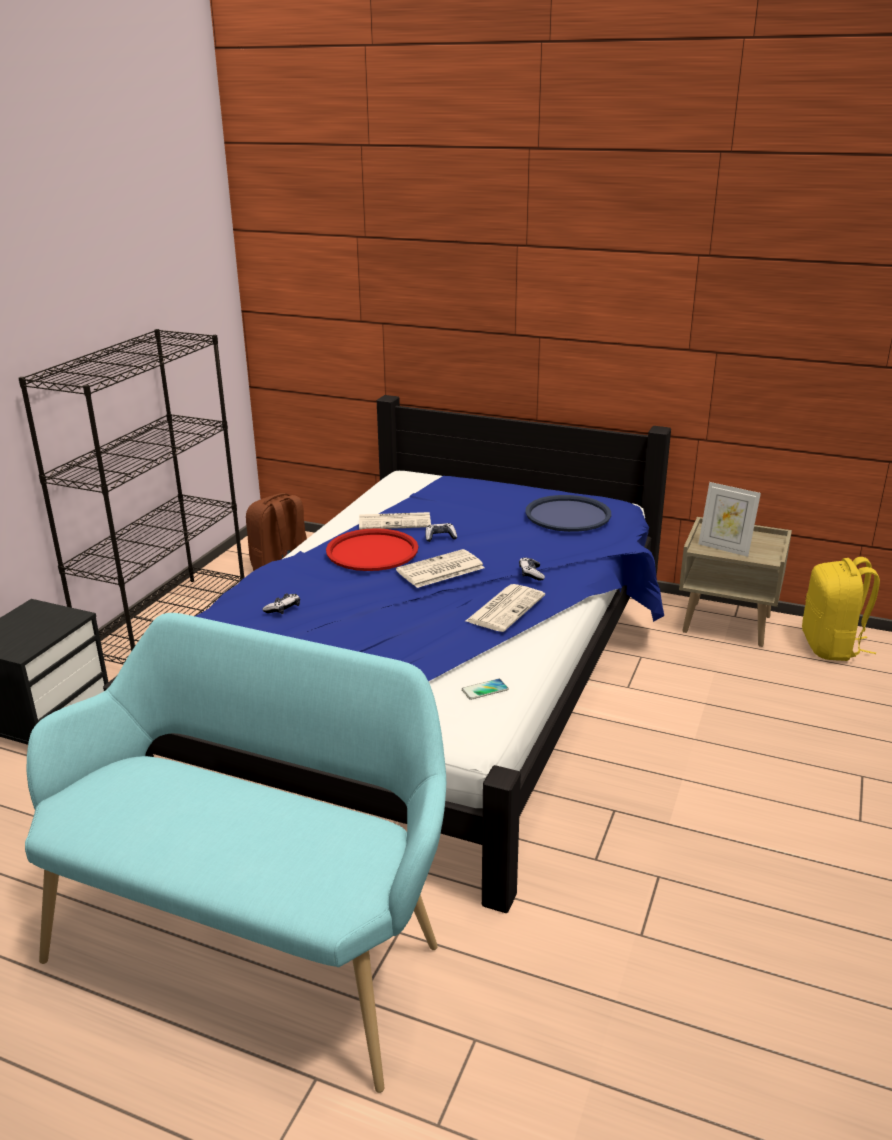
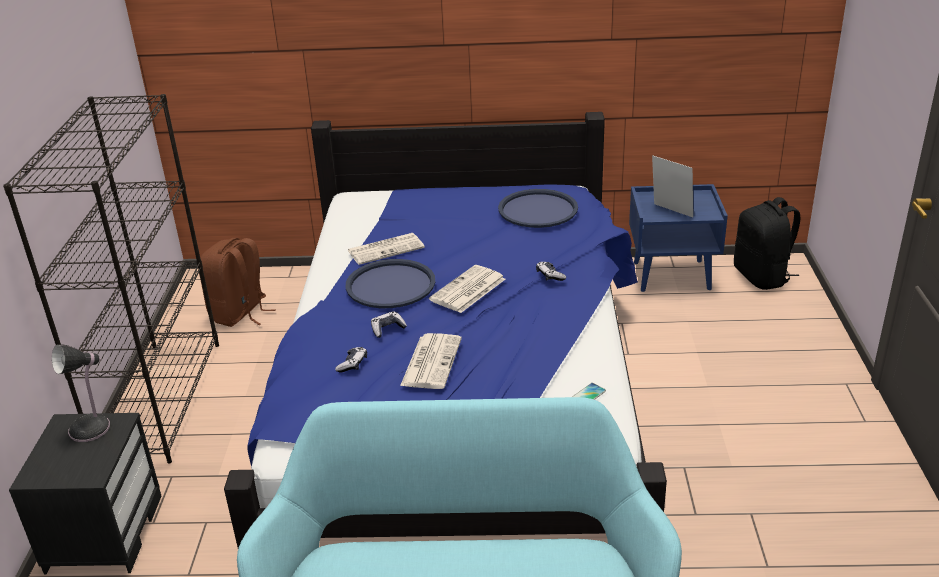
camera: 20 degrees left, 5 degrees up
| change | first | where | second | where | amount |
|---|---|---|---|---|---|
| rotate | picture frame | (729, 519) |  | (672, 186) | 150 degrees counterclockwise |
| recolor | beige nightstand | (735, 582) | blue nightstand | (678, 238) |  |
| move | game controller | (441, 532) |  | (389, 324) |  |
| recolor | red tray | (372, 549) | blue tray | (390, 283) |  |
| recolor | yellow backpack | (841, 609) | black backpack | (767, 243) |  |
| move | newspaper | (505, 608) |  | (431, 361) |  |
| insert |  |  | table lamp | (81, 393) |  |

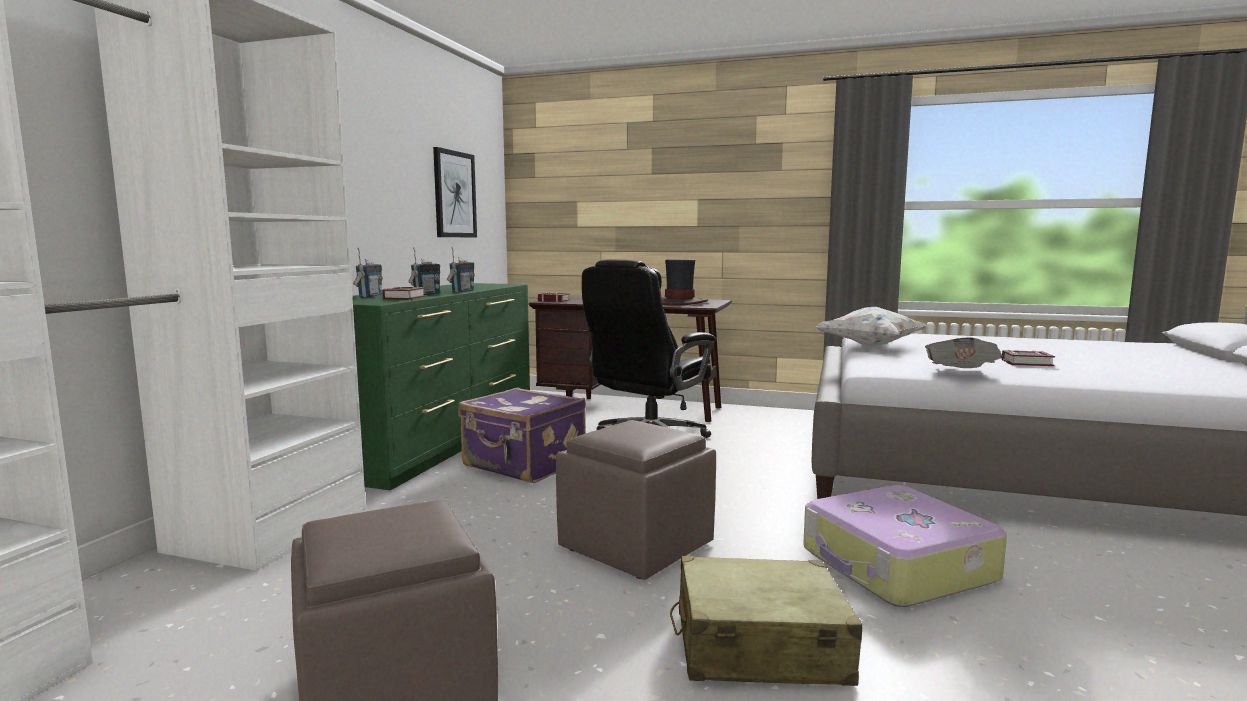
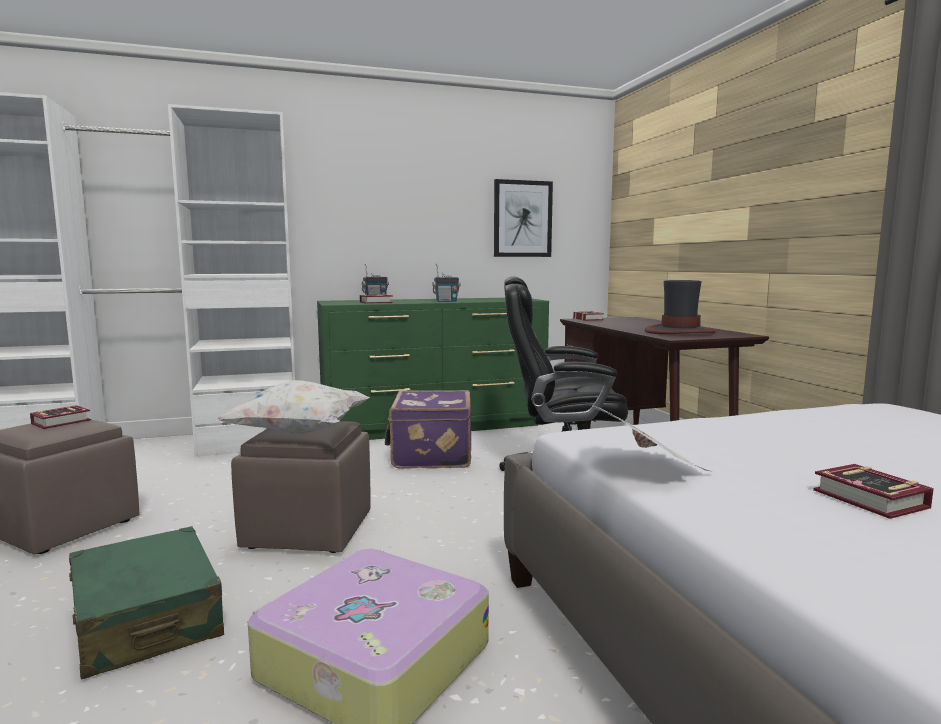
camera: 55 degrees right, 0 degrees up
| change | first | where | second | where | amount |
|---|---|---|---|---|---|
| delete | radio | (424, 271) |  |  |  |
| move | white pillow | (871, 326) |  | (293, 407) |  |
| recolor | beige suitcase | (766, 621) | green suitcase | (146, 603) |  |
| insert |  |  | book | (60, 417) |  |

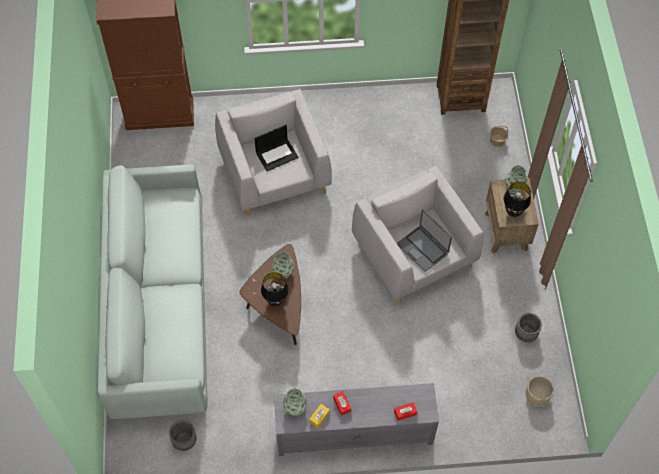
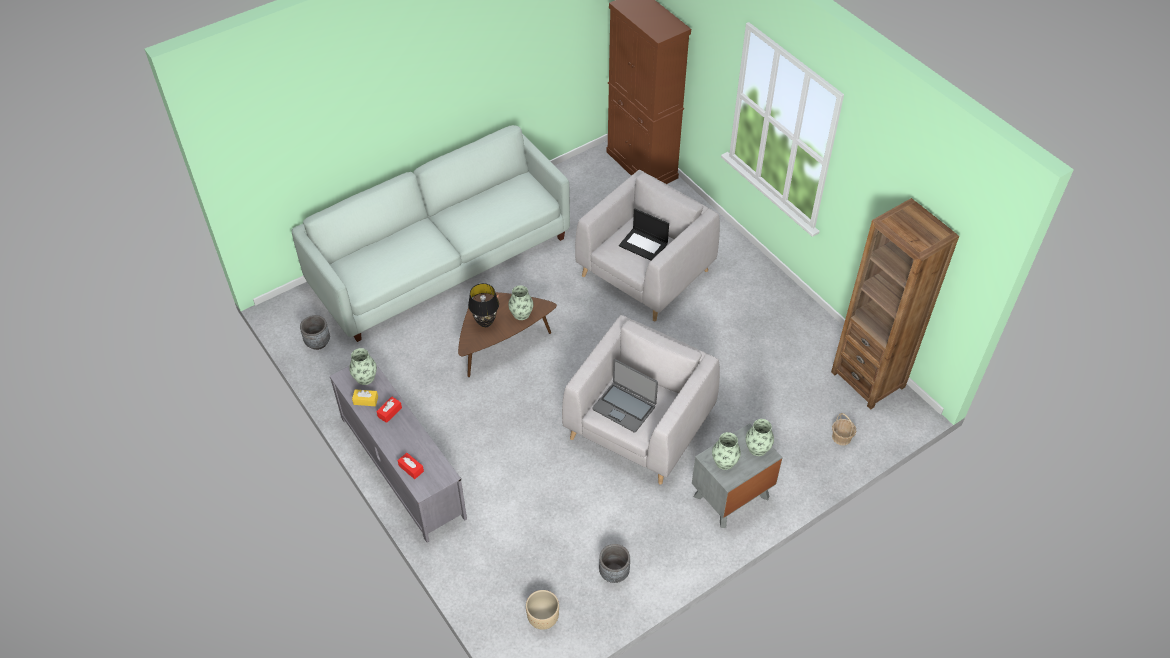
camera: 60 degrees right, 10 degrees down
| change | first | where | second | where | amount |
|---|---|---|---|---|---|
| recolor | brown nightstand | (511, 216) | grey nightstand | (737, 475) |  |
| replace | black table lamp | (517, 199) | vase | (726, 451) |  |
| rotate | laptop | (424, 240) |  | (625, 396) | 75 degrees counterclockwise |

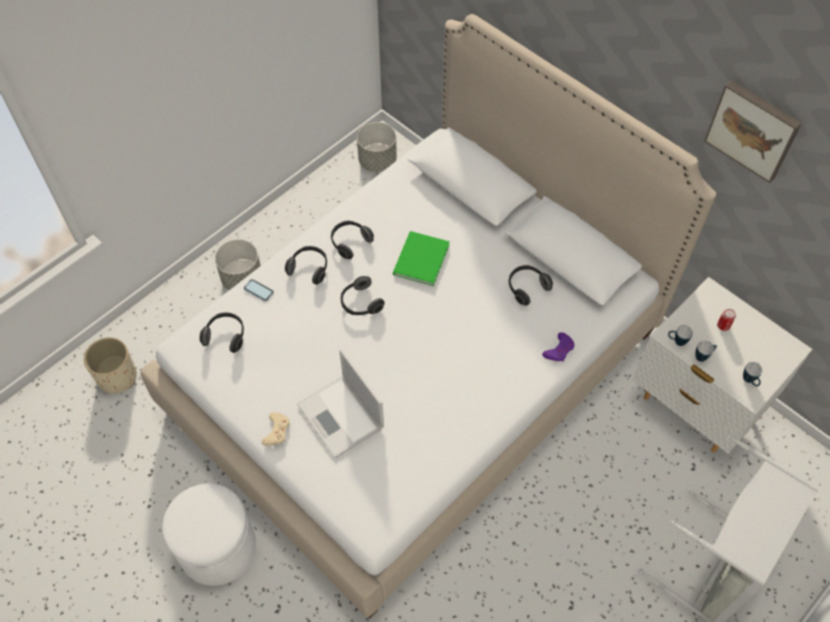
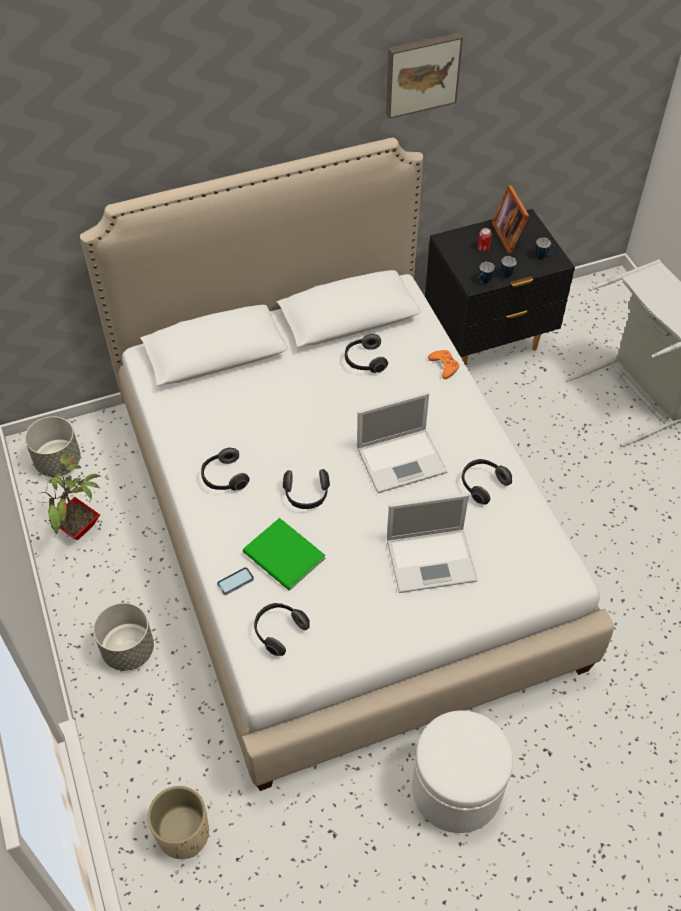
camera: 65 degrees left, 5 degrees down
| change | first | where | second | where | amount |
|---|---|---|---|---|---|
| move | green book | (421, 258) |  | (284, 554) |  |
| move | headphones | (306, 265) |  | (487, 482) |  |
| recolor | white nightstand | (722, 365) | black nightstand | (500, 287) |  |
| recolor | purple game controller | (558, 347) | orange game controller | (443, 364) |  |
| delete | beige game controller | (276, 429) |  |  |  |
| insert |  |  | picture frame | (510, 219) |  |
| insert |  |  | laptop | (402, 442) |  |
| insert |  |  | potted plant | (69, 496) |  |

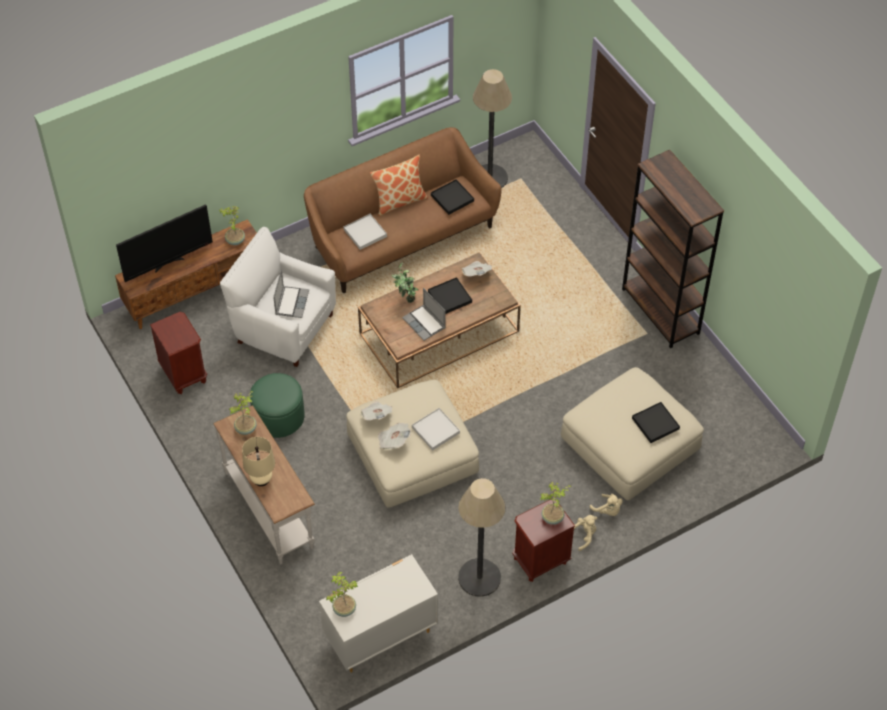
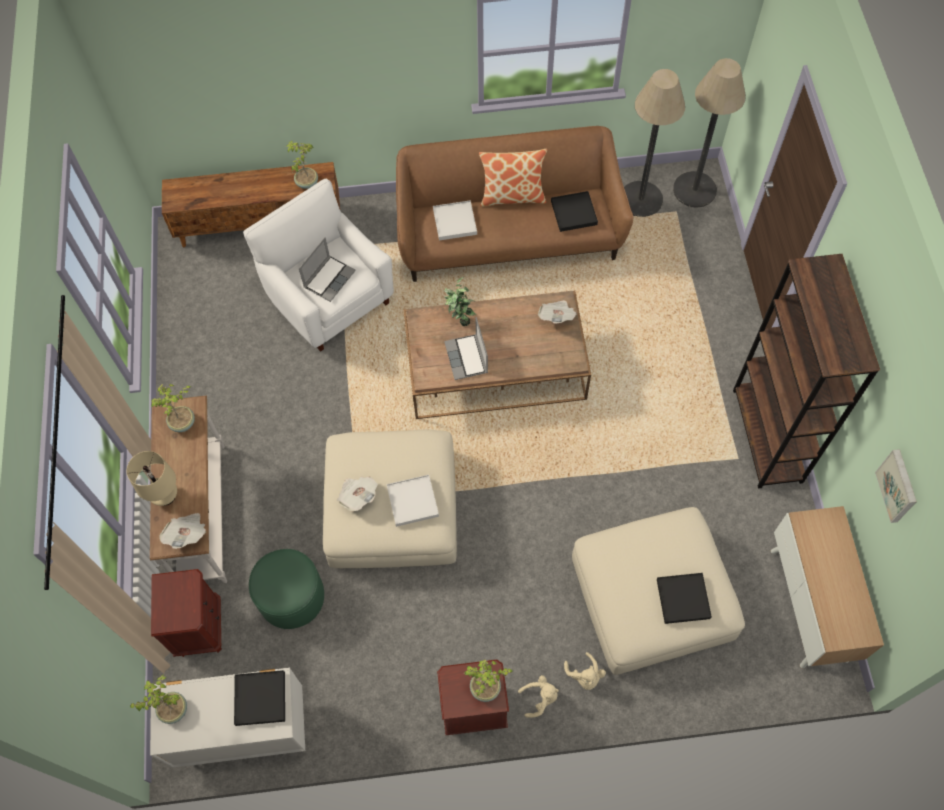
camera: 25 degrees right, 10 degrees up
| change | first | where | second | where | amount |
|---|---|---|---|---|---|
| delete | television | (164, 243) |  |  |  |
| move | black tray | (450, 295) |  | (259, 698) |  |
| move | brown nightstand | (178, 353) |  | (186, 613) |  |
| move | green ottoman | (277, 405) |  | (286, 589) |  |
| move | newspaper | (376, 411) |  | (182, 531) |  |
| move | floor lamp | (482, 537) |  | (709, 133) |  |
| insert |  |  | picture | (896, 486) |  |
| insert |  |  | cabinet | (827, 587) |  |

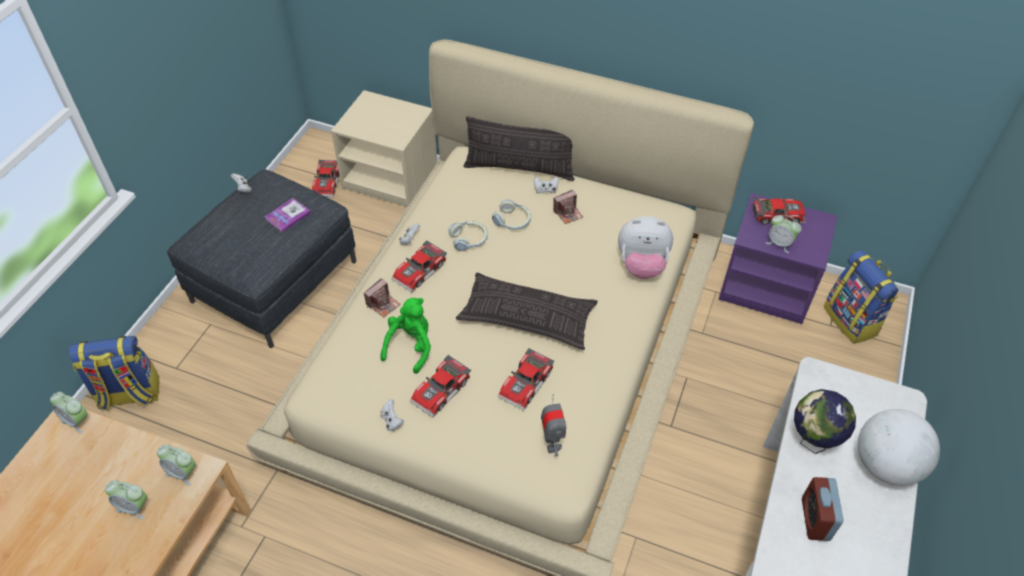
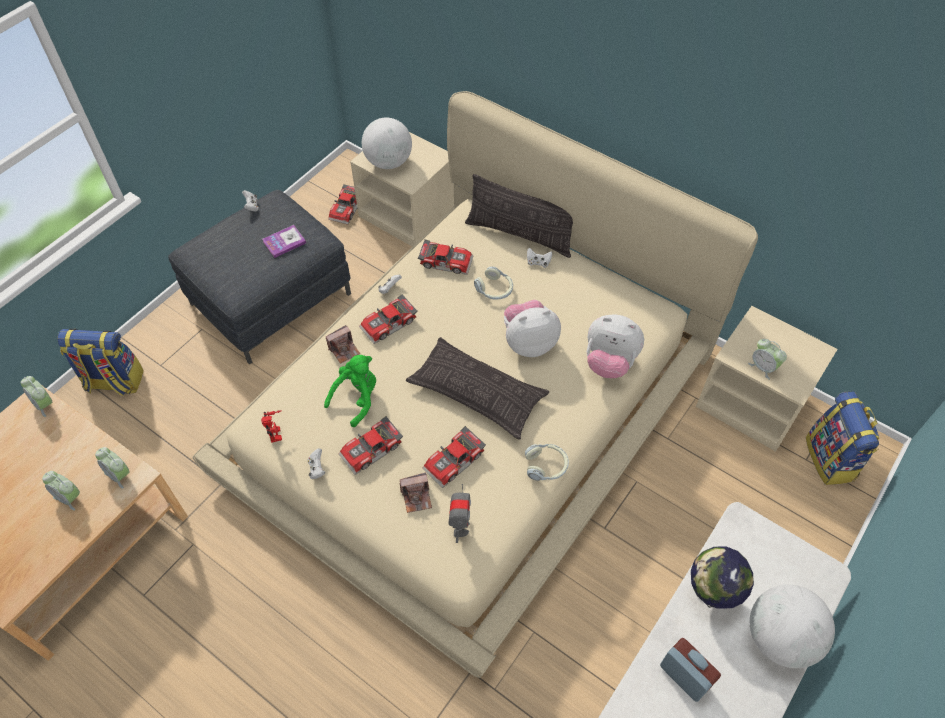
camera: 15 degrees right, 5 degrees up
| change | first | where | second | where | amount |
|---|---|---|---|---|---|
| move | photo camera | (568, 207) |  | (416, 493) |  |
| recolor | purple nightstand | (778, 258) | beige nightstand | (767, 379) |  |
| move | toy car | (779, 211) |  | (446, 257) |  |
| move | headphones | (468, 236) |  | (547, 462) |  |
| rotate | alarm clock | (822, 509) |  | (690, 670) | 120 degrees clockwise |
| insert |  |  | globe | (387, 143) |  |
| insert |  |  | plush toy | (532, 328) |  |
| insert |  |  | toy robot | (271, 426) |  |

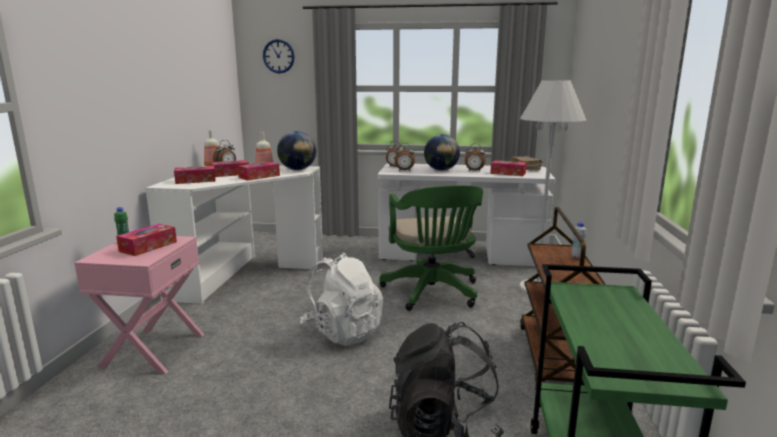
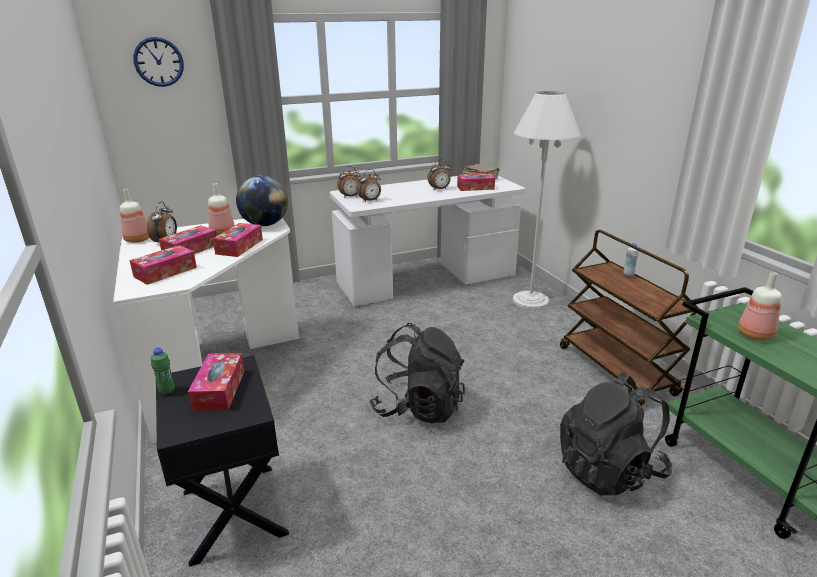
camera: 30 degrees left, 10 degrees up
| change | first | where | second | where | amount |
|---|---|---|---|---|---|
| delete | globe | (442, 152) |  |  |  |
| delete | green office chair | (431, 248) |  |  |  |
| recolor | pink nightstand | (139, 305) | black nightstand | (222, 461) |  |
| recolor | white backpack | (341, 299) | black backpack | (417, 373) |  |
| insert |  |  | bottle | (760, 306) |  |

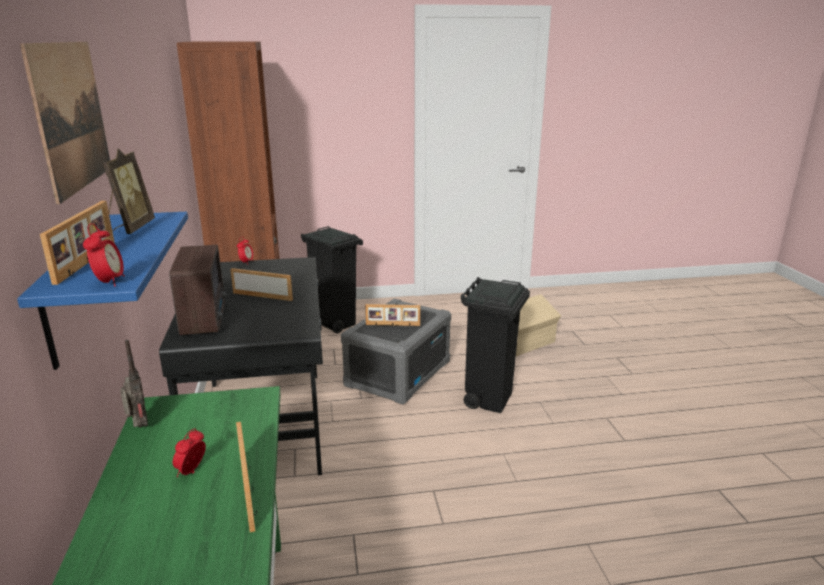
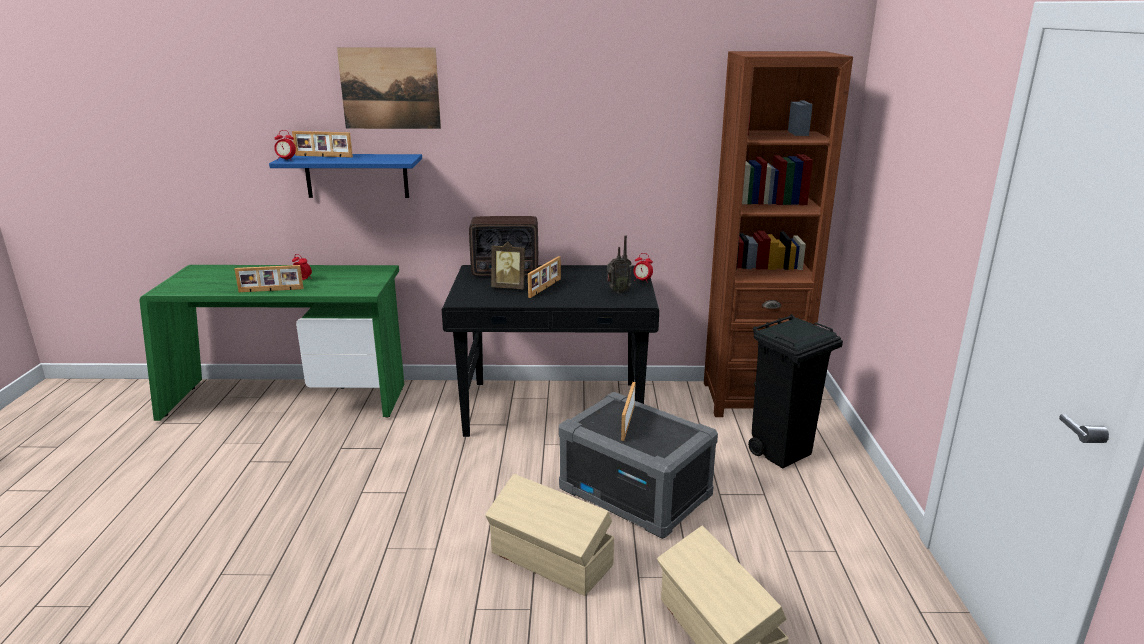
camera: 100 degrees right, 0 degrees up
| change | first | where | second | where | amount |
|---|---|---|---|---|---|
| move | picture frame | (129, 191) |  | (508, 265) |  |
| replace | black trash can | (495, 345) | beige storage box | (549, 535) |  |
| move | radio | (134, 384) |  | (619, 264) |  |

